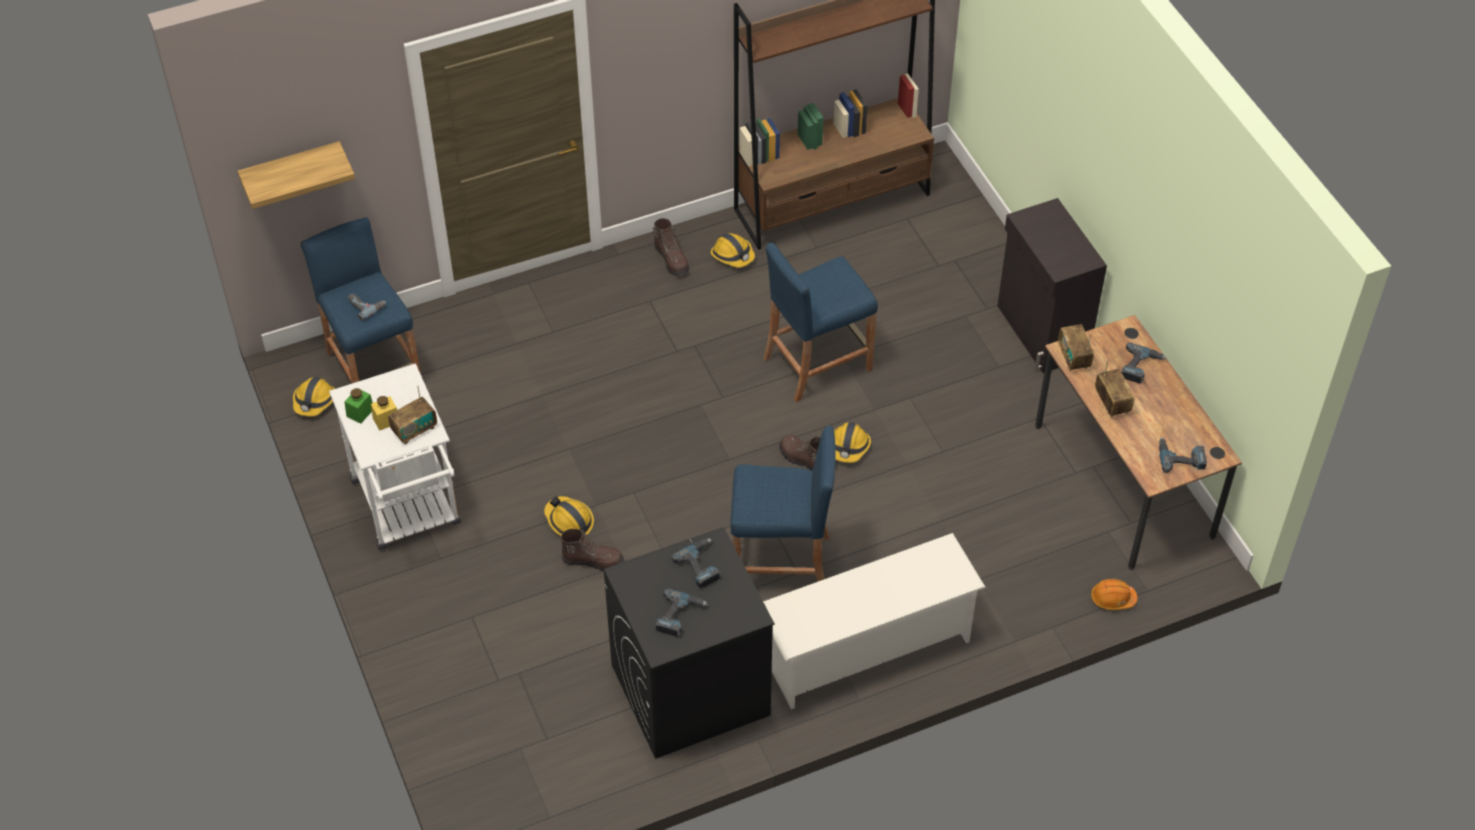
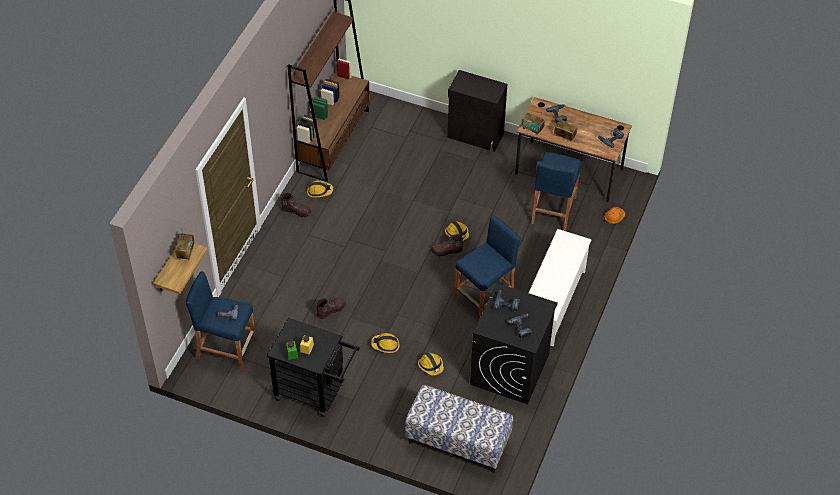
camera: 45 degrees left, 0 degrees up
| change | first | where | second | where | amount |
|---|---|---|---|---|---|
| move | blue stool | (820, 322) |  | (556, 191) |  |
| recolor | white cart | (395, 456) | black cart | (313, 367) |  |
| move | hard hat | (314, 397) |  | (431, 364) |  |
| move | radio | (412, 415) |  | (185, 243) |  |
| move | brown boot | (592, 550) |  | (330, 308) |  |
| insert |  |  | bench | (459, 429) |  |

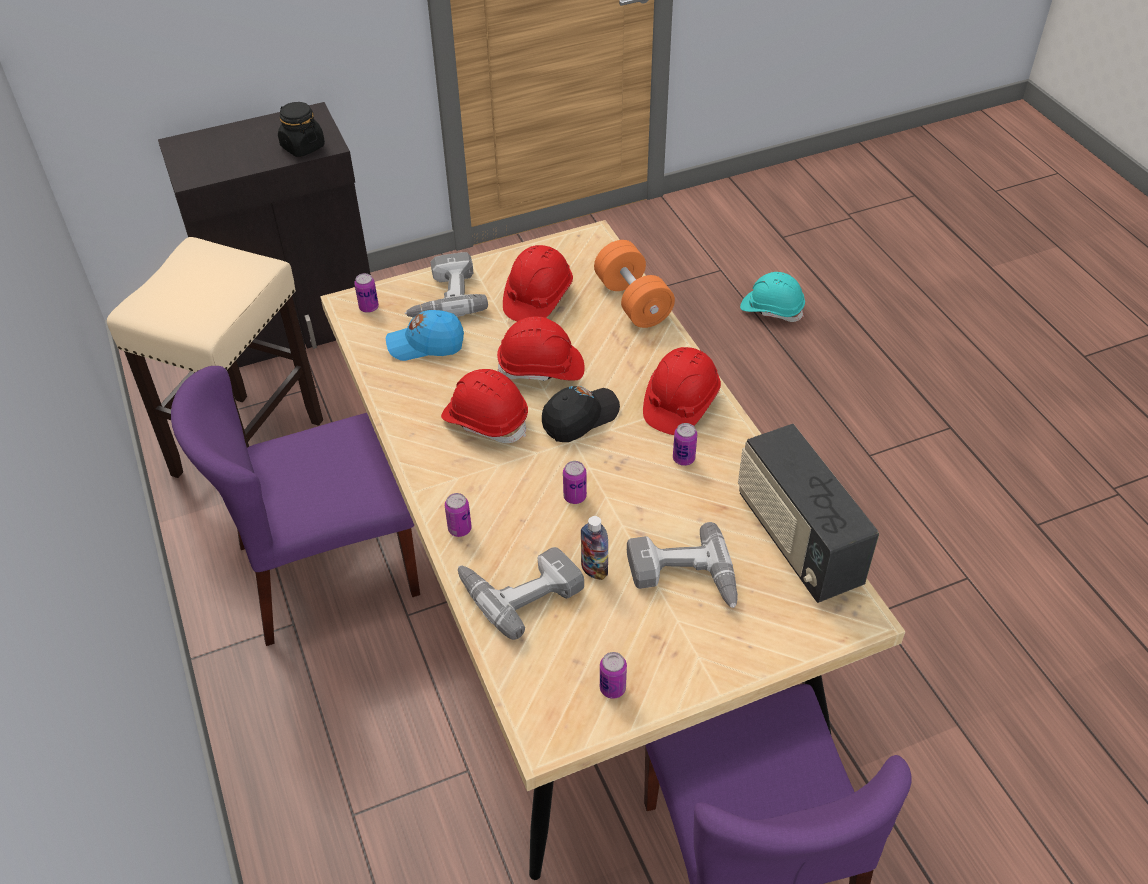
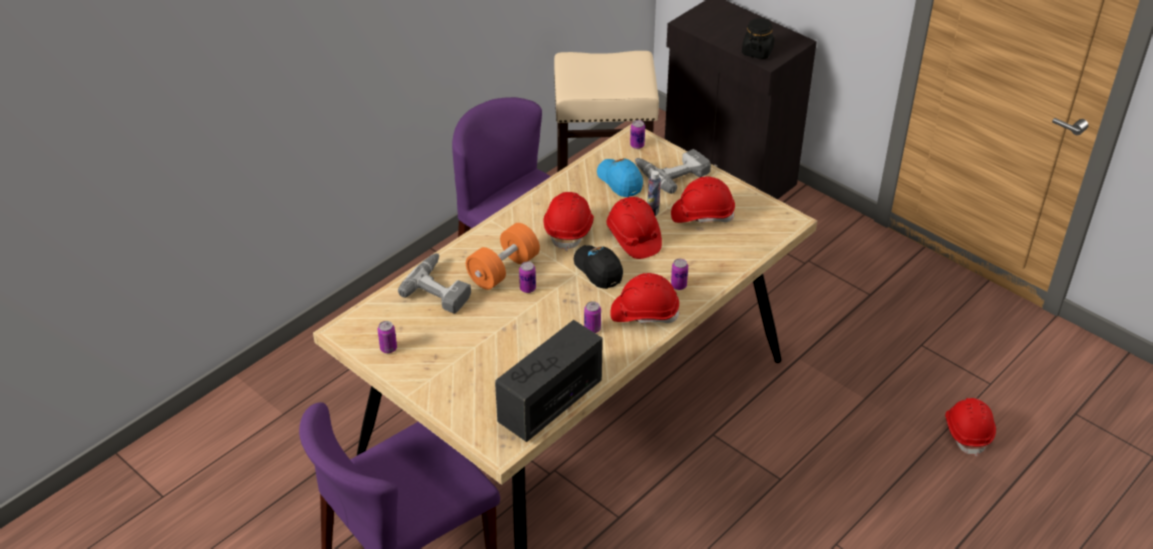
camera: 65 degrees right, 5 degrees down
| change | first | where | second | where | amount |
|---|---|---|---|---|---|
| move | orange dumbbell | (634, 284) |  | (503, 256) |  |
| recolor | turquoise hard hat | (772, 297) | red hard hat | (970, 427) |  |
| rotate | black cap | (581, 414) |  | (598, 267) | 150 degrees counterclockwise |
| move | can | (458, 515) |  | (679, 274) |  |
| move | bottle | (594, 548) |  | (654, 193) |  |
| delete | power drill | (682, 565) |  |  |  |

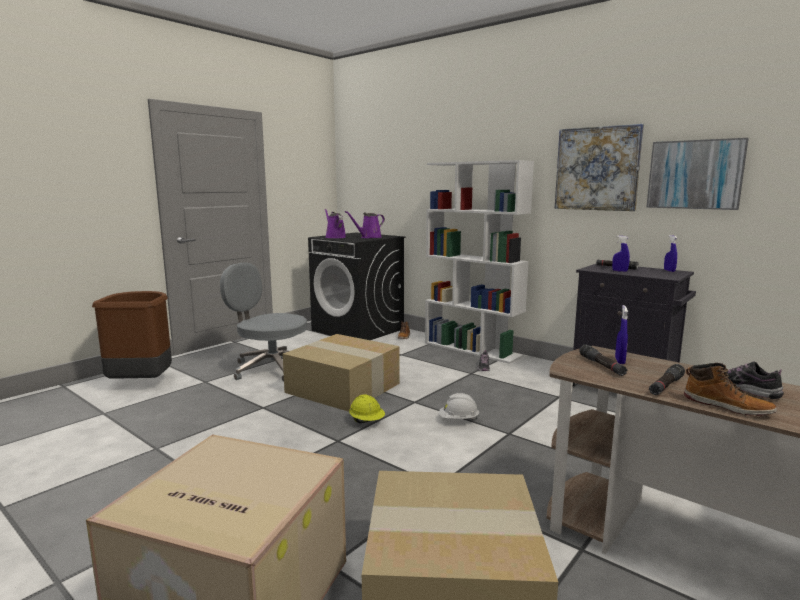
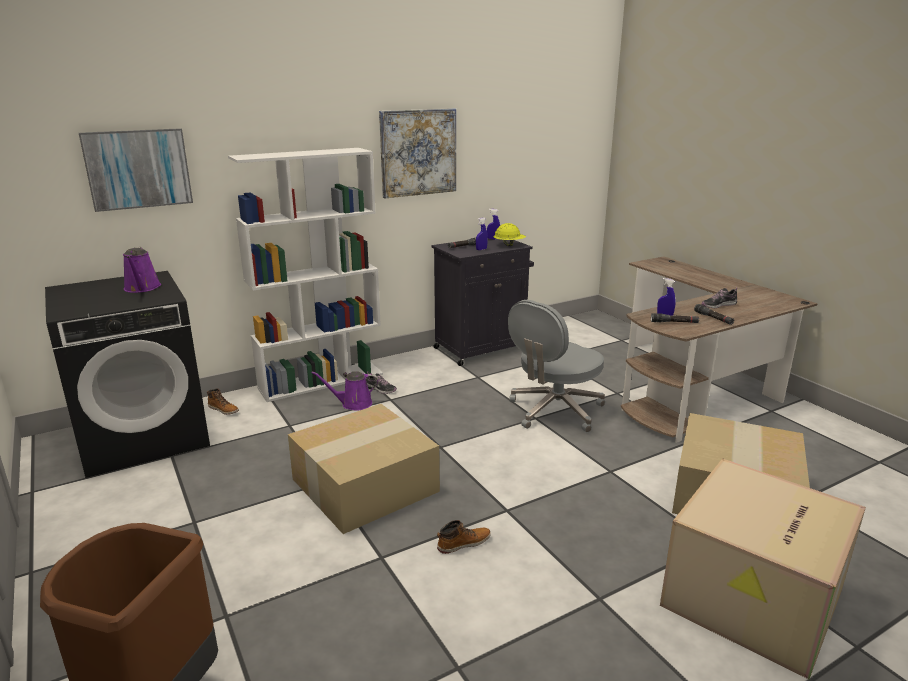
camera: 70 degrees left, 10 degrees up
| change | first | where | second | where | amount |
|---|---|---|---|---|---|
| move | picture | (697, 174) |  | (136, 170) |  |
| move | purple watering can | (335, 223) |  | (345, 391) |  |
| move | grey office chair | (263, 322) |  | (556, 366) |  |
| move | boot | (730, 389) |  | (464, 537) |  |
| delete | white hard hat | (459, 406) |  |  |  |
| move | yellow hard hat | (367, 408) |  | (509, 234) |  |

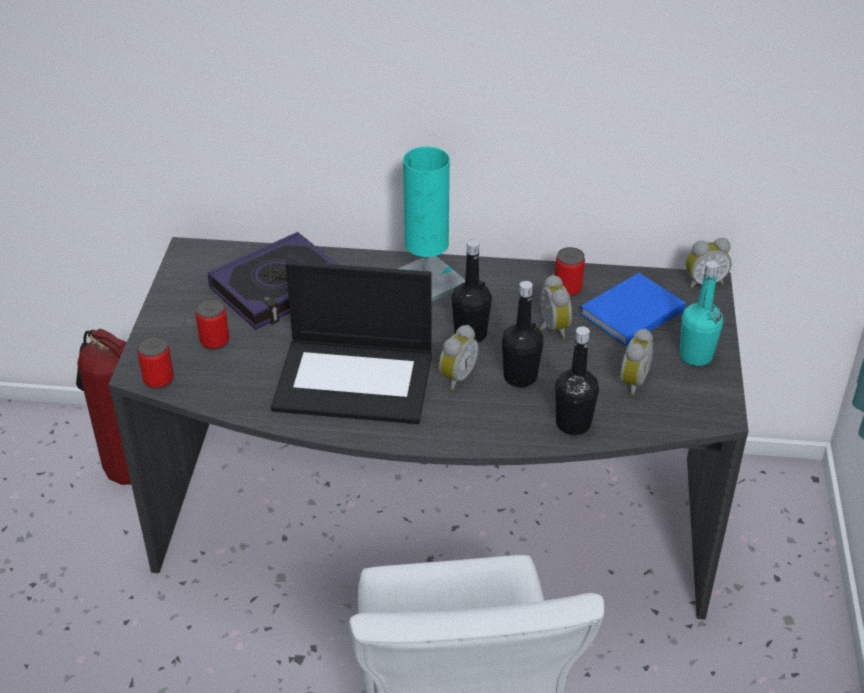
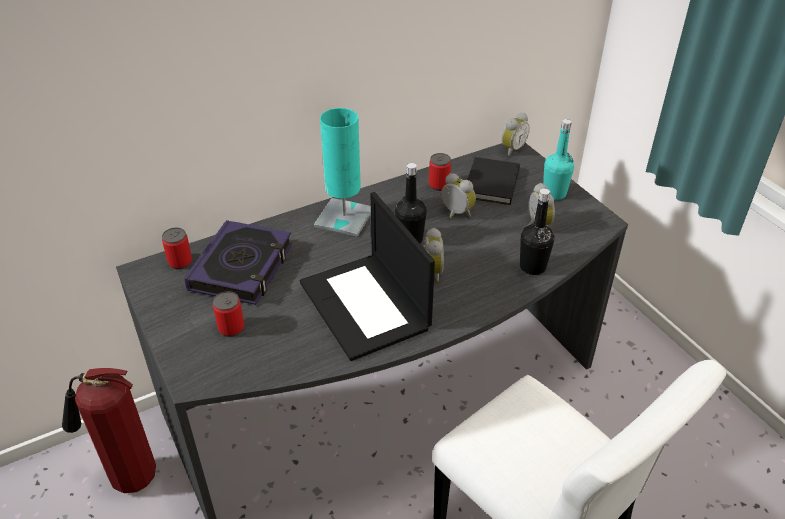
camera: 35 degrees left, 0 degrees up
| change | first | where | second | where | amount |
|---|---|---|---|---|---|
| rotate | laptop | (351, 342) |  | (367, 276) | 90 degrees clockwise |
| recolor | blue book | (632, 309) | black book | (493, 181) |  |
| delete | black bottle | (523, 334) |  |  |  |
| move | can | (155, 362) |  | (177, 249) |  |

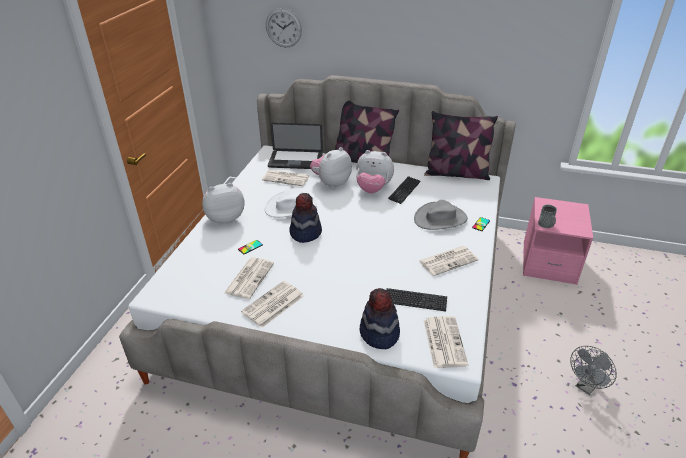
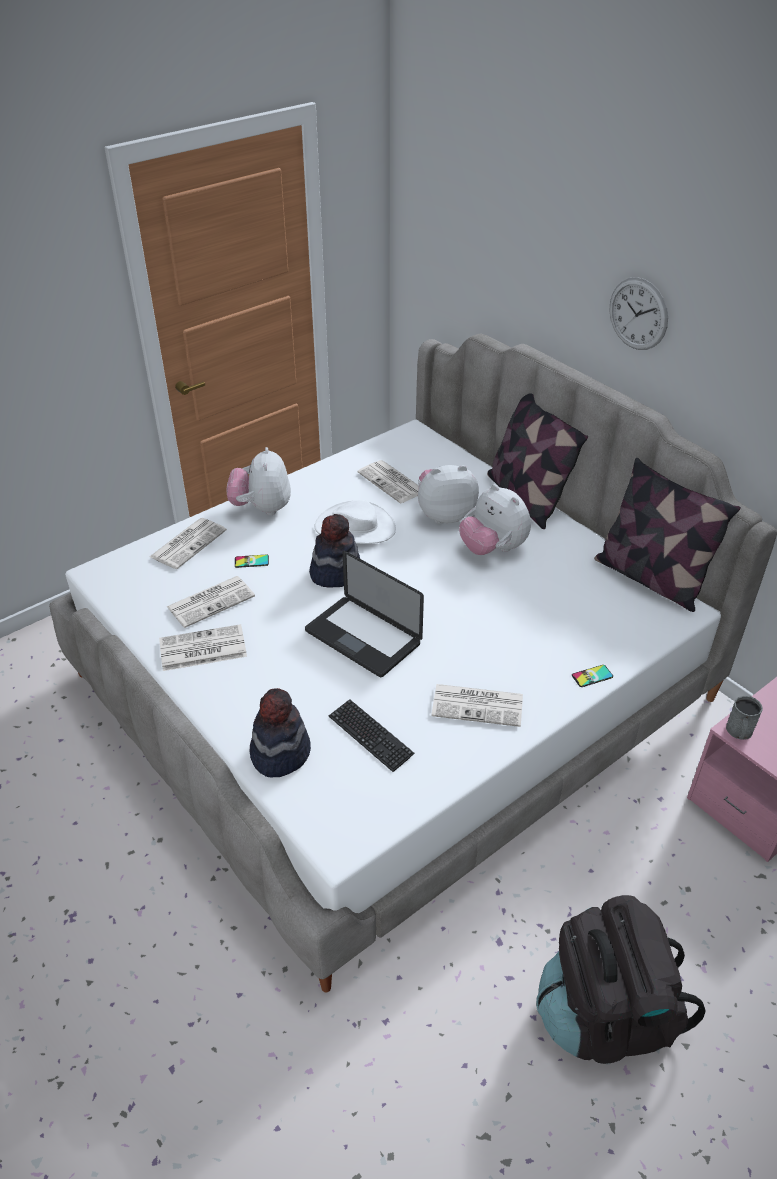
camera: 35 degrees right, 5 degrees up
| change | first | where | second | where | amount |
|---|---|---|---|---|---|
| move | wall clock | (284, 27) |  | (639, 313) |  |
| move | laptop | (295, 146) |  | (364, 614) |  |
| delete | keyboard | (404, 190) |  |  |  |
| rotate | plush toy | (223, 204) |  | (259, 481) | 105 degrees counterclockwise |
| delete | grey hat | (441, 215) |  |  |  |
| move | newspaper | (446, 342) |  | (188, 543) |  |
| replace | grey fan | (593, 370) | black backpack | (620, 979) |  |

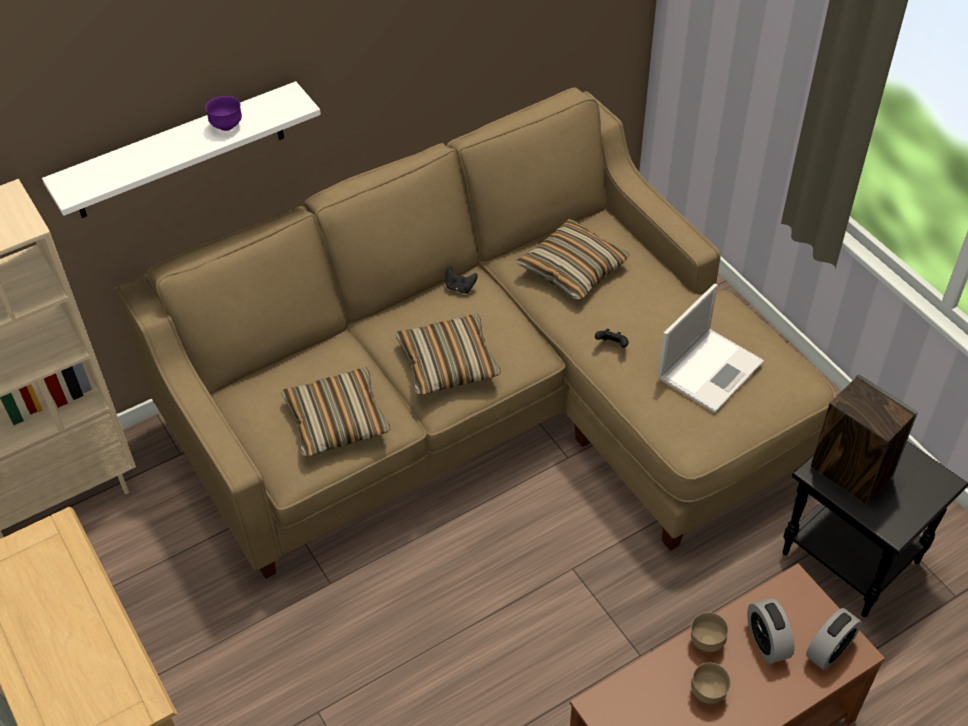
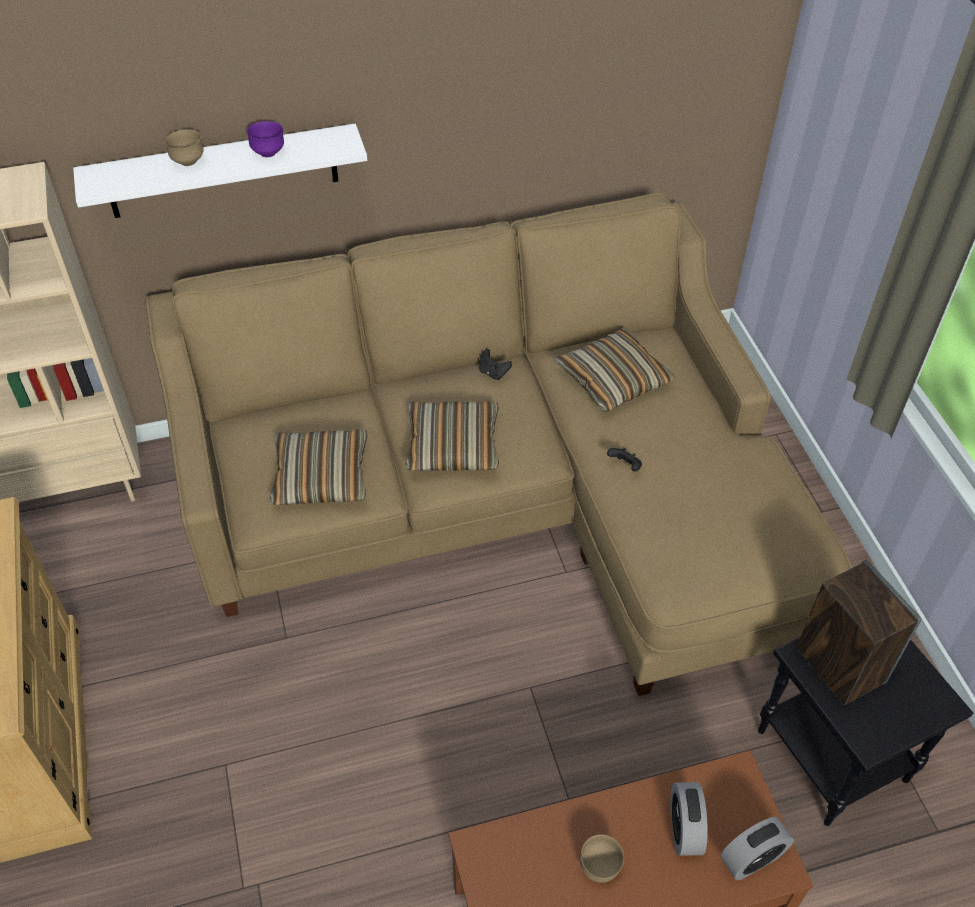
camera: 15 degrees right, 0 degrees up
| change | first | where | second | where | amount |
|---|---|---|---|---|---|
| delete | laptop | (711, 348) |  |  |  |
| move | brown bowl | (710, 632) |  | (184, 147) |  |

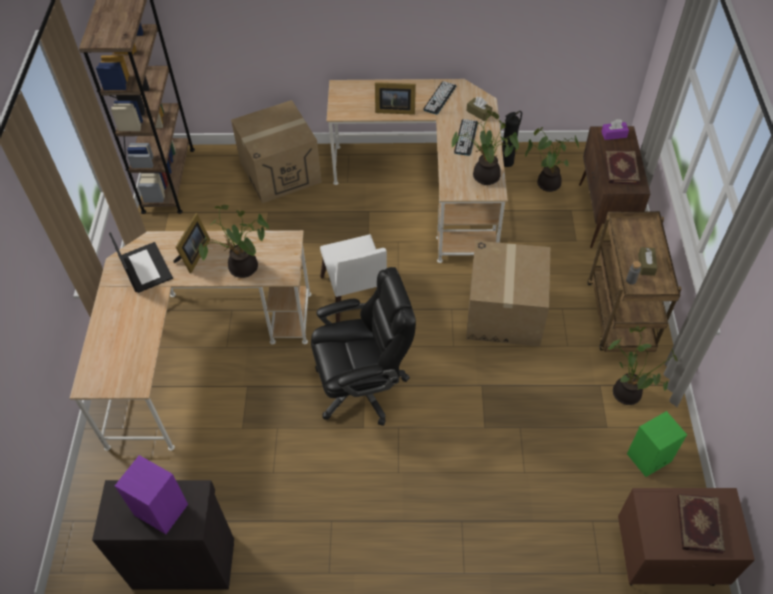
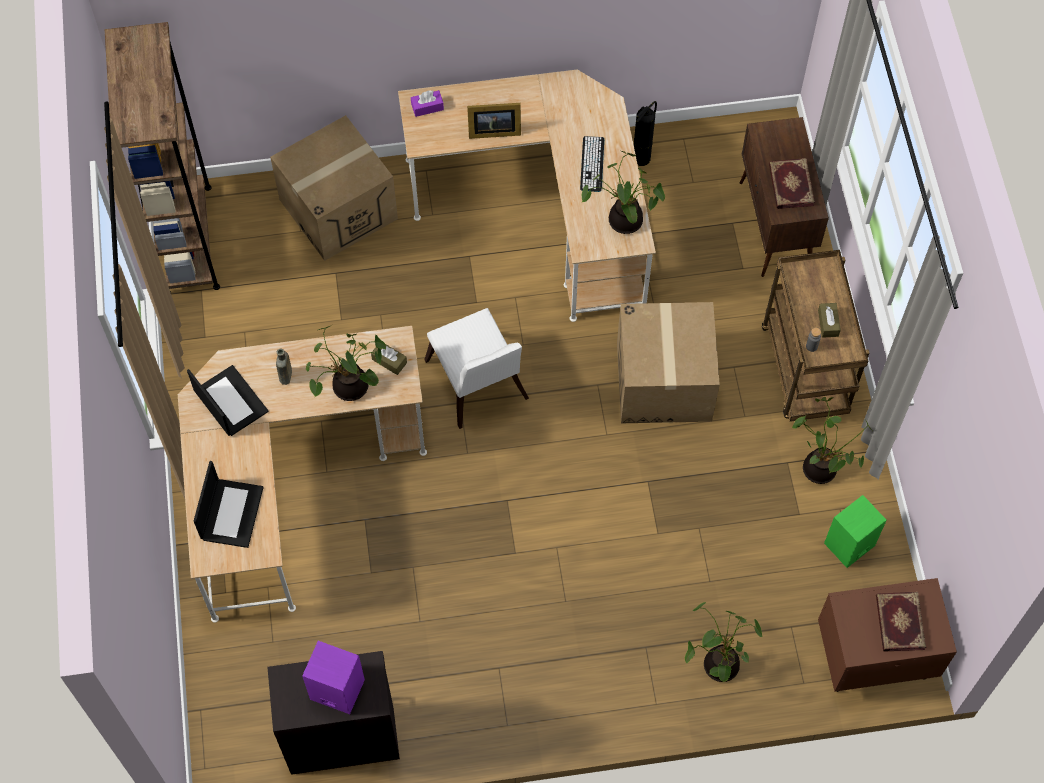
camera: 10 degrees left, 10 degrees up
| change | first | where | second | where | amount |
|---|---|---|---|---|---|
| delete | keyboard | (439, 98) |  |  |  |
| move | brown tissue box | (479, 109) |  | (389, 359) |  |
| move | purple tissue box | (615, 129) |  | (427, 103) |  |
| move | potted plant | (552, 159) |  | (724, 642) |  |
| replace | picture frame | (192, 243) | brown bottle | (284, 367) |  |
| delete | black office chair | (363, 346) |  |  |  |
| insert |  |  | laptop | (229, 504) |  |

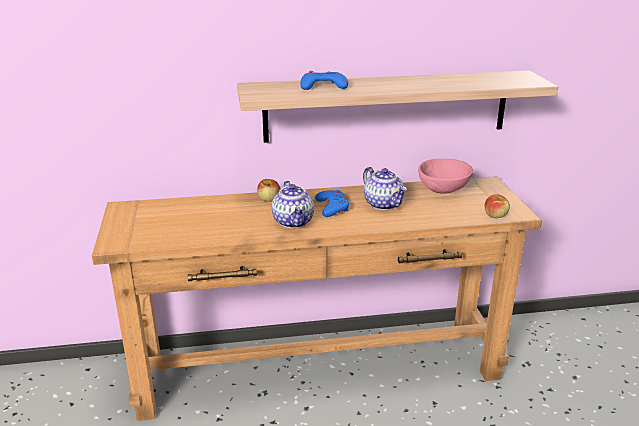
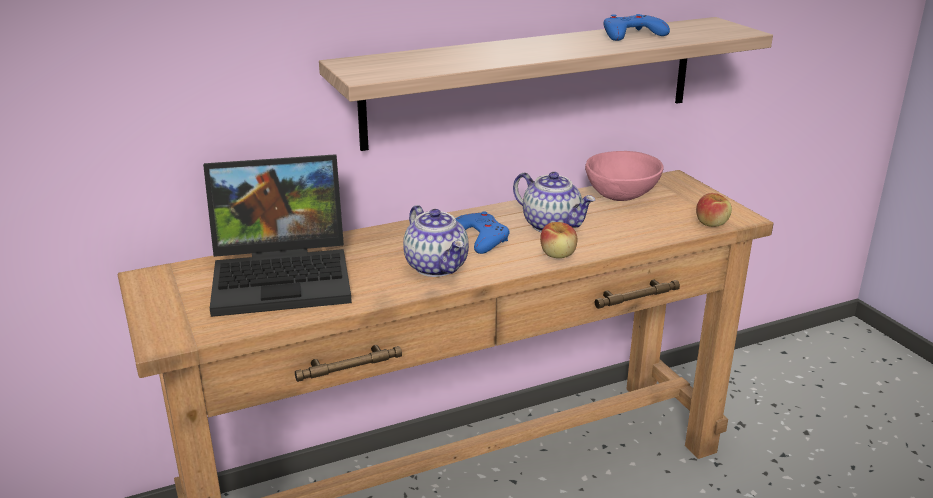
camera: 15 degrees left, 0 degrees up
| change | first | where | second | where | amount |
|---|---|---|---|---|---|
| move | blue game controller | (324, 80) |  | (636, 27) |  |
| move | apple | (268, 190) |  | (558, 240) |  |
| insert |  |  | laptop | (277, 235) |  |

